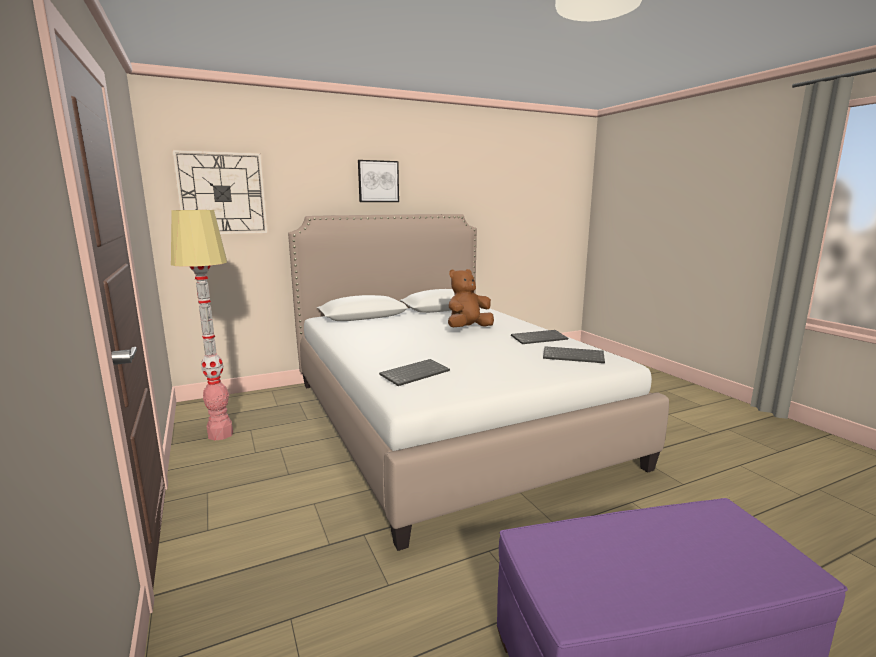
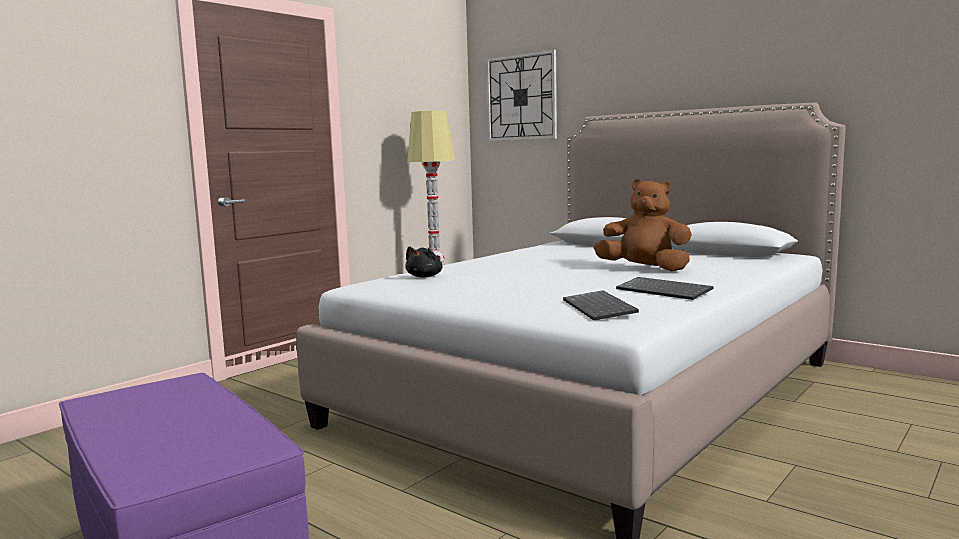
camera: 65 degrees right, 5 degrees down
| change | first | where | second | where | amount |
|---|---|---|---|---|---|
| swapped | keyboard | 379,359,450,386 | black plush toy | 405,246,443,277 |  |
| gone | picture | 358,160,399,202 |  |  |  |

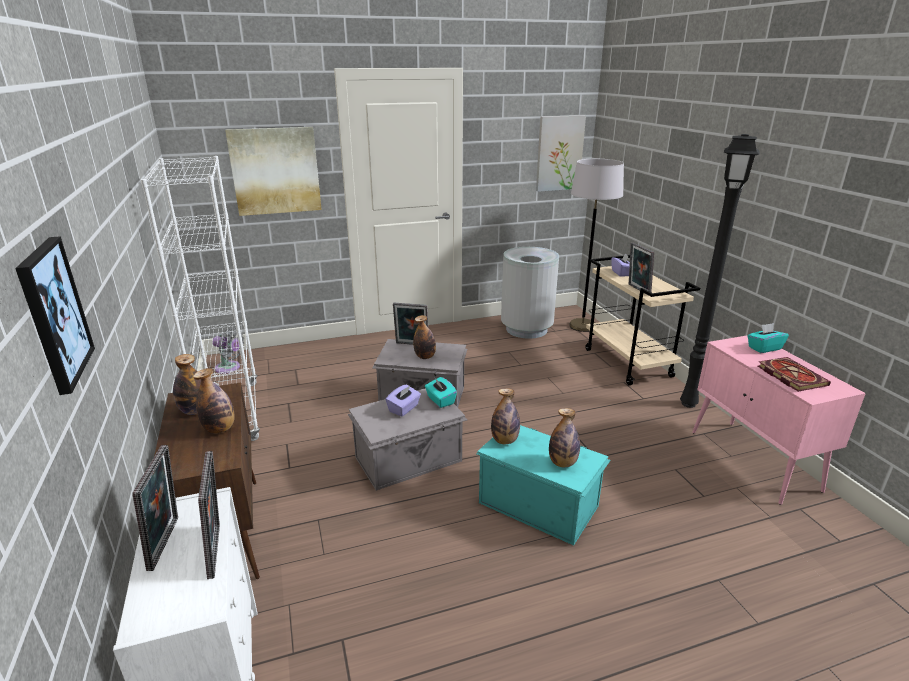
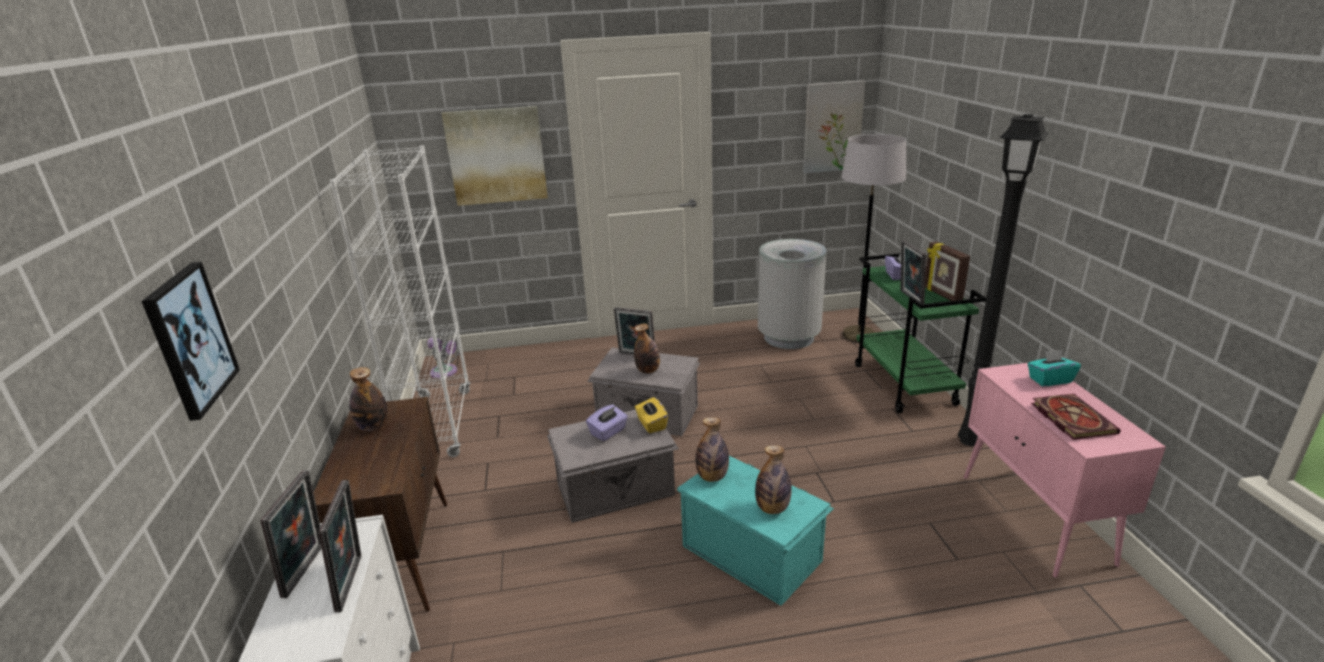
camera: 10 degrees right, 0 degrees up
| change | first | where | second | where | amount |
|---|---|---|---|---|---|
| repainted | turquoise tissue box | 425,377,457,408 | yellow tissue box | 635,397,668,433 |  |
| repainted | beige cart | 585,255,700,385 | green cart | 855,253,986,413 |  |
| new |  |  | picture frame | 925,241,970,301 |  |
| gone | bottle | 193,368,235,434 |  |  |  |

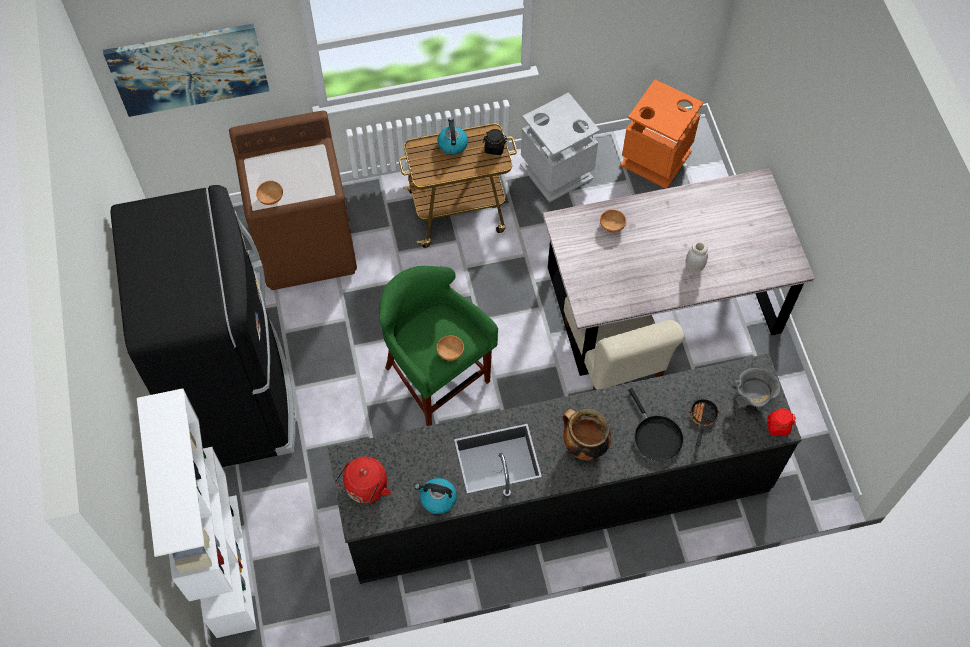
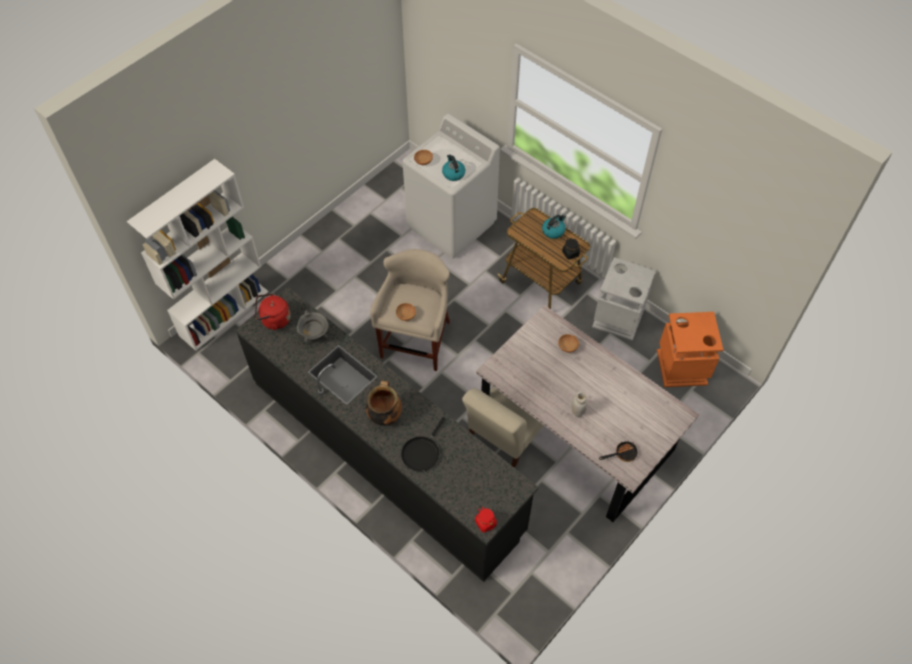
camera: 55 degrees right, 5 degrees down
| change | first | where | second | where | amount |
|---|---|---|---|---|---|
| shifted | grey cooking pot | 731,368,780,411 |  | 297,310,329,342 |  |
| repainted | green stool | 379,266,498,426 | beige stool | 370,249,450,371 |  |
| repainted | brown washing machine | 229,111,357,290 | white washing machine | 402,113,500,259 |  |
| shifted | kettle | 415,478,457,514 |  | 442,154,465,181 |  |
| shifted | frying pan | 690,398,719,446 |  | 599,442,638,462 |  |
| gone | picture | 103,23,270,117 |  |  |  |
| gone | black fridge | 110,185,295,467 |  |  |  |

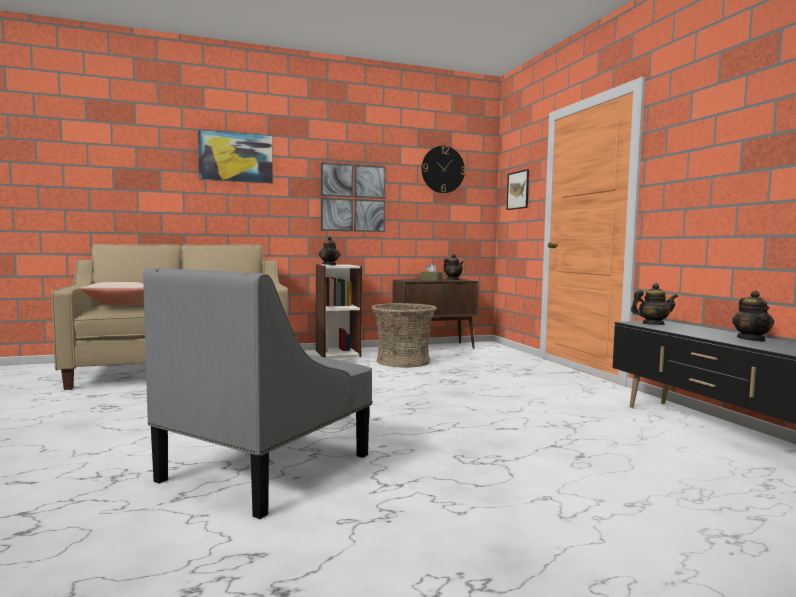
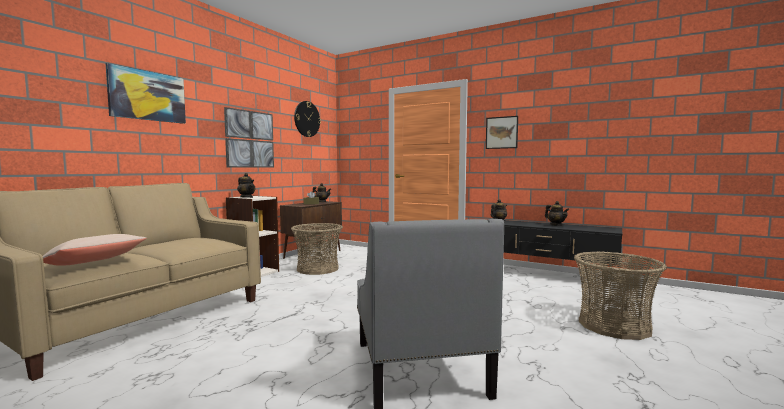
camera: 40 degrees left, 0 degrees up
| change | first | where | second | where | amount |
|---|---|---|---|---|---|
| shifted | picture | 507,169,529,210 |  | 486,116,518,149 |  |
| new |  |  | basket | 574,251,667,340 |  |

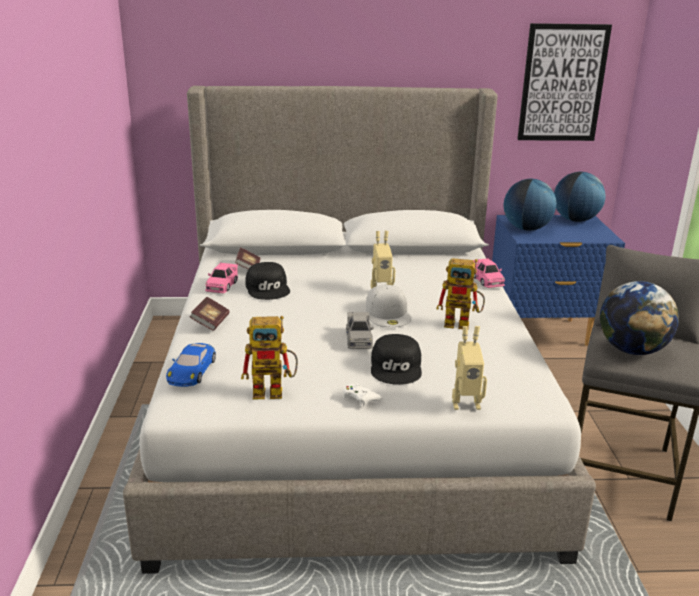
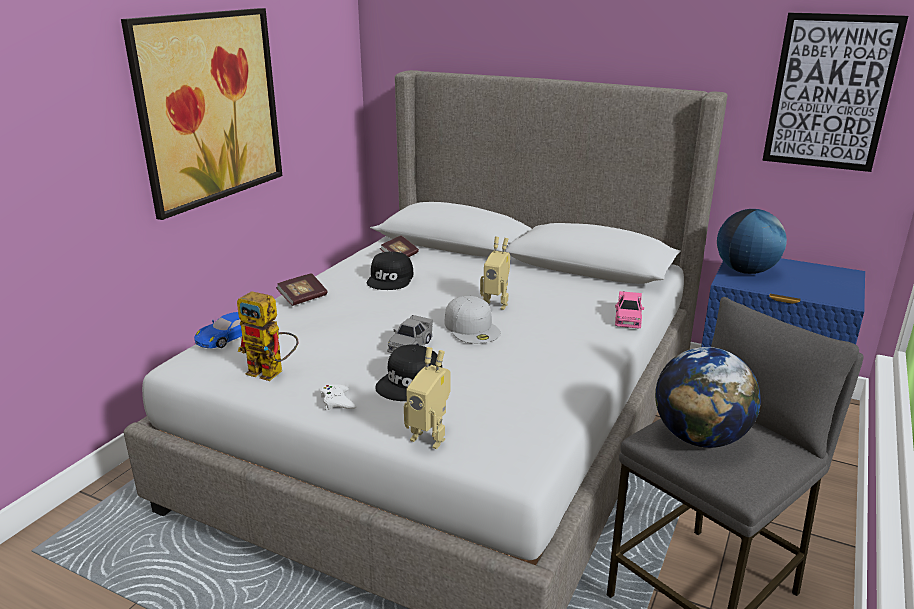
camera: 30 degrees right, 0 degrees up
| change | first | where | second | where | amount |
|---|---|---|---|---|---|
| new |  |  | picture | 121,8,283,220 |  |
| rotated | white cap | 366,285,411,327 |  | 445,296,501,344 | 45 degrees counterclockwise |
| gone | pink toy car | 205,263,238,293 |  |  |  |
| gone | toy robot | 436,258,485,329 |  |  |  |
| gone | globe | 554,172,606,222 |  |  |  |

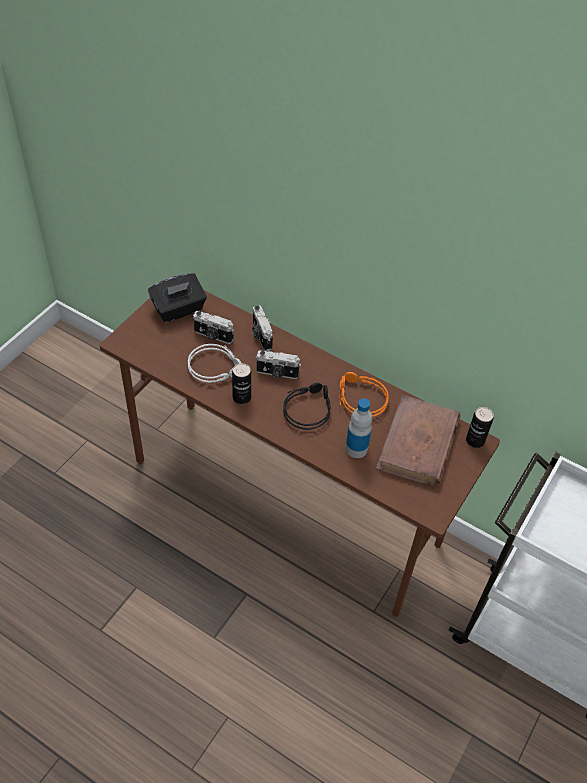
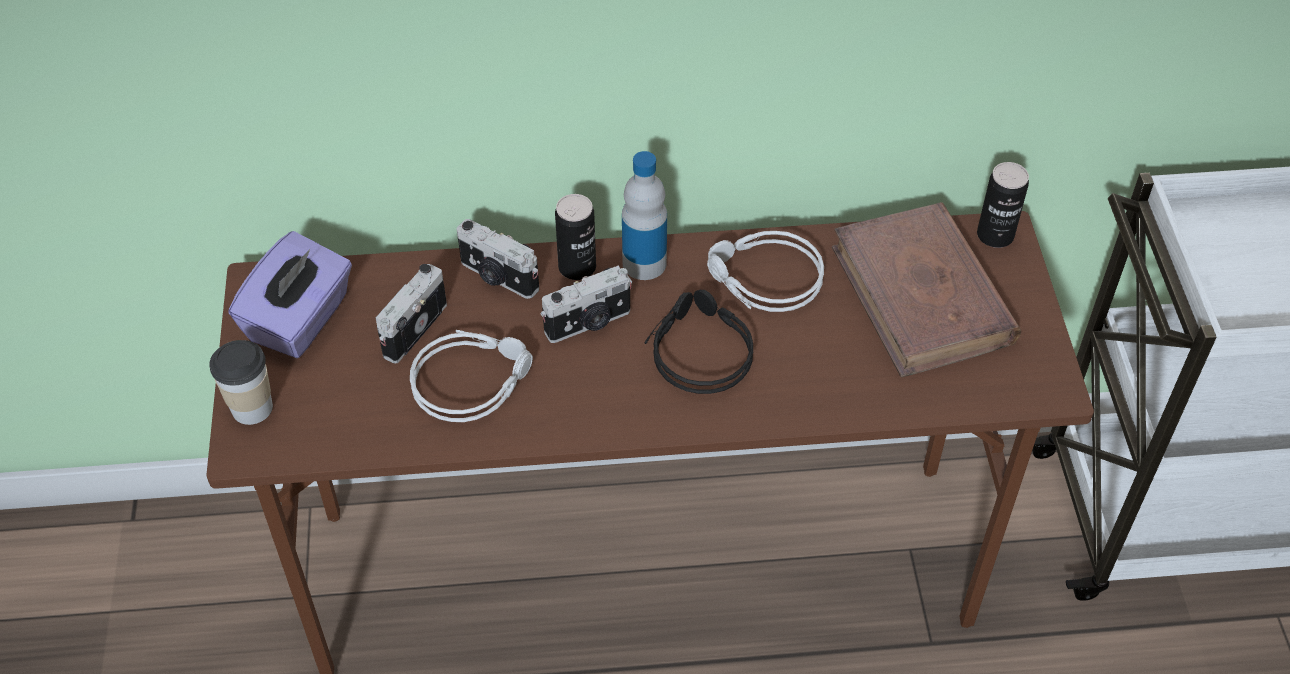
camera: 35 degrees left, 0 degrees up
| change | first | where | second | where | amount |
|---|---|---|---|---|---|
| new |  |  | cup | 209,340,273,425 |  |
| repainted | black tissue box | 148,273,207,322 | purple tissue box | 228,231,352,358 |  |
| rotated | photo camera | 193,311,234,344 |  | 376,264,447,364 | 135 degrees clockwise |
| shifted | can | 232,363,251,404 |  | 555,194,596,280 |  |
| shifted | bottle | 345,398,372,458 |  | 622,151,667,280 |  |
| repainted | orange headphones | 339,372,389,417 | grey headphones | 707,231,824,312 |  |

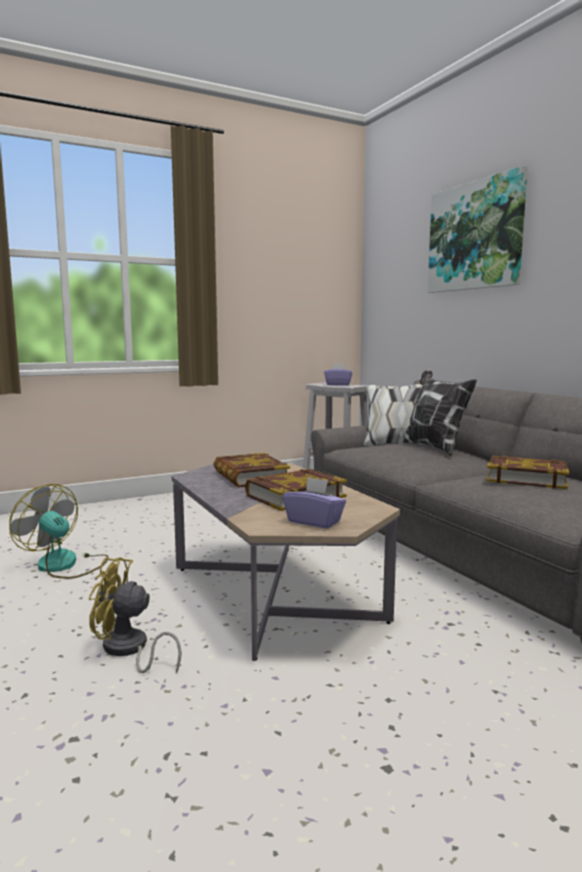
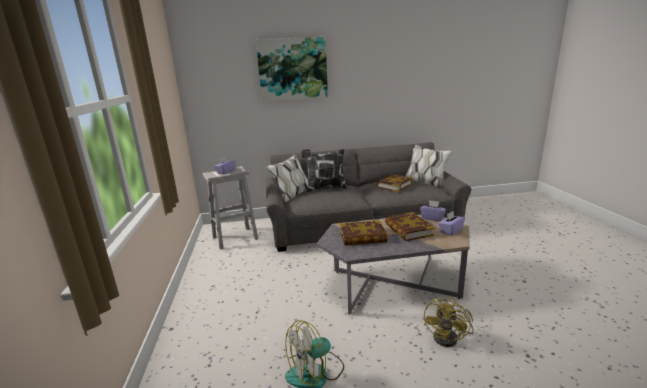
camera: 70 degrees left, 10 degrees up
| change | first | where | second | where | amount |
|---|---|---|---|---|---|
| new |  |  | purple tissue box | 420,200,446,221 |  |

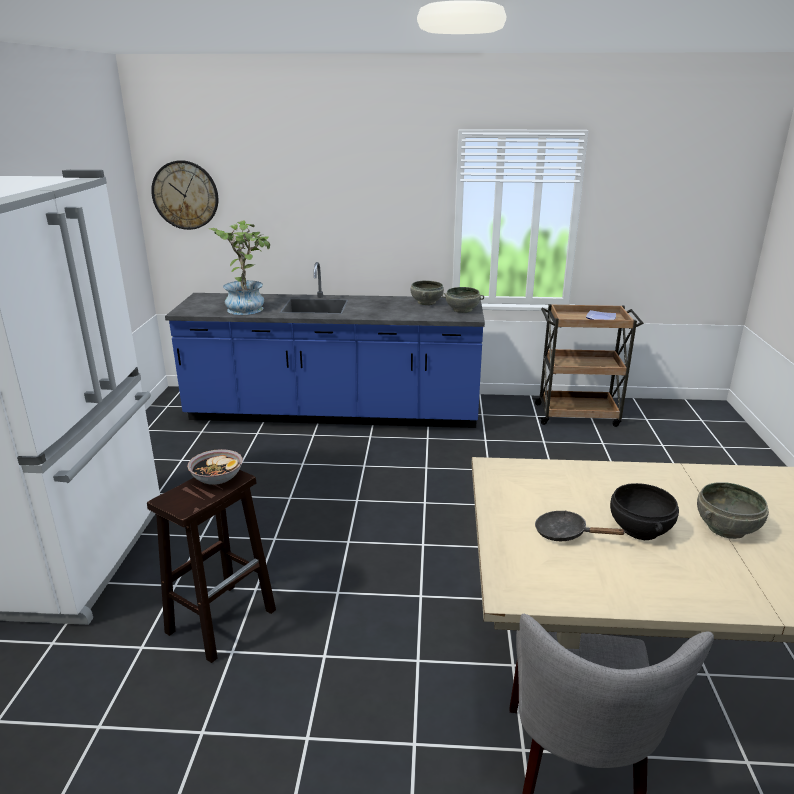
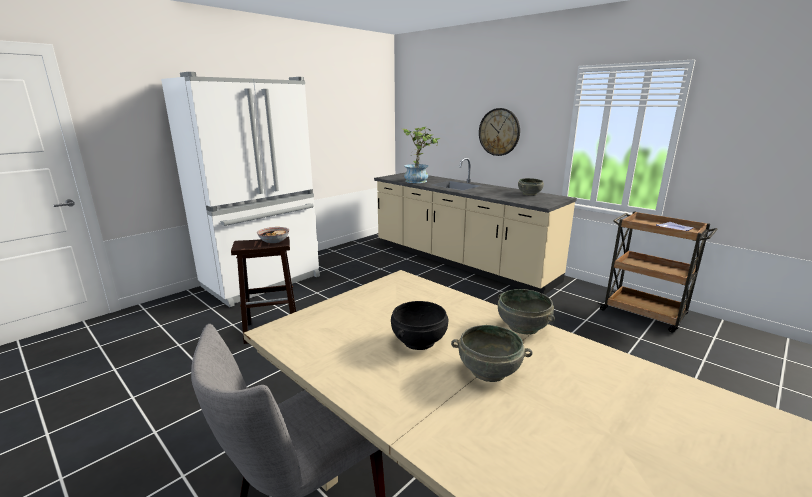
camera: 40 degrees right, 5 degrees down
| change | first | where | second | where | amount |
|---|---|---|---|---|---|
| repainted | blue counter | 165,262,485,428 | beige counter | 374,158,577,295 |  |
| shifted | wall clock | 151,160,218,230 |  | 479,108,520,156 |  |
| shifted | grey bowl | 442,287,484,313 |  | 498,289,555,334 |  |
| gone | black frying pan | 535,510,626,541 |  |  |  |

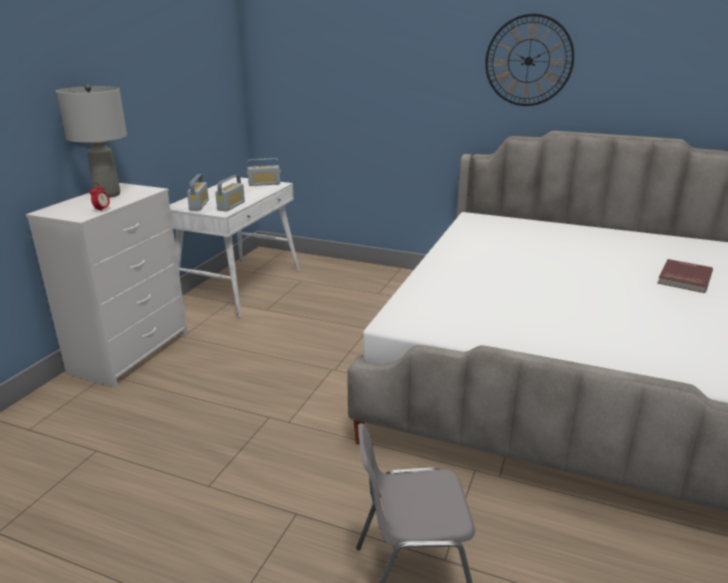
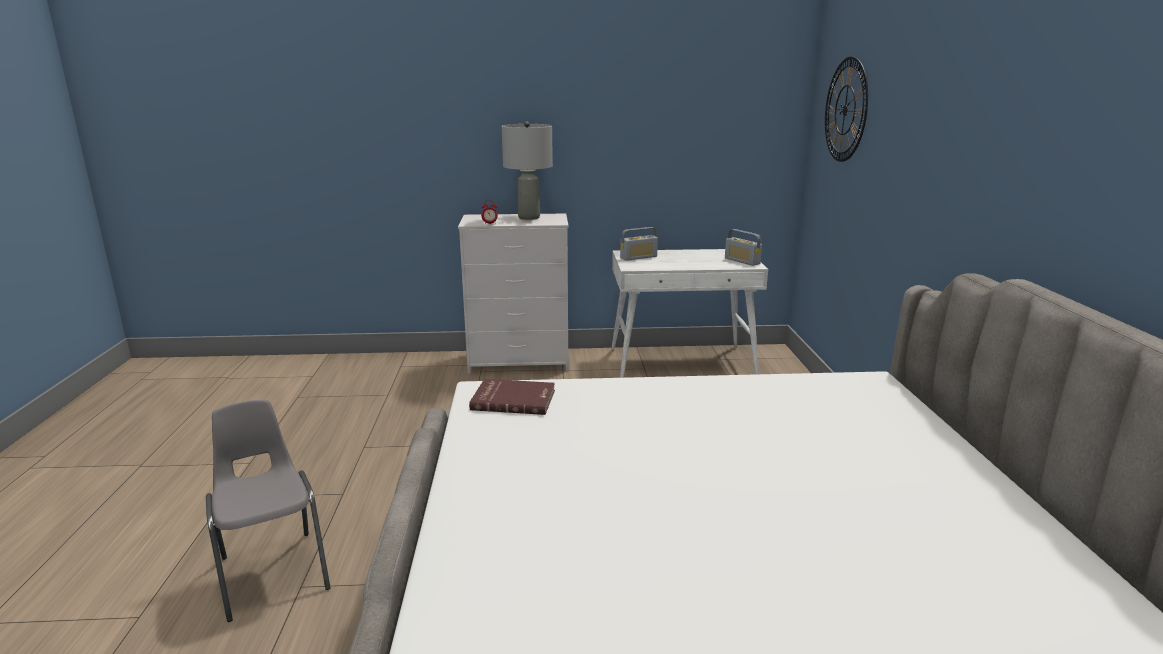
camera: 65 degrees right, 5 degrees down
| change | first | where | second | where | amount |
|---|---|---|---|---|---|
| shifted | red book | 657,259,713,293 |  | 469,379,555,415 |  |
| shifted | wall clock | 485,14,574,106 |  | 825,57,868,162 |  |
| gone | radio | 215,175,245,212 |  |  |  |

